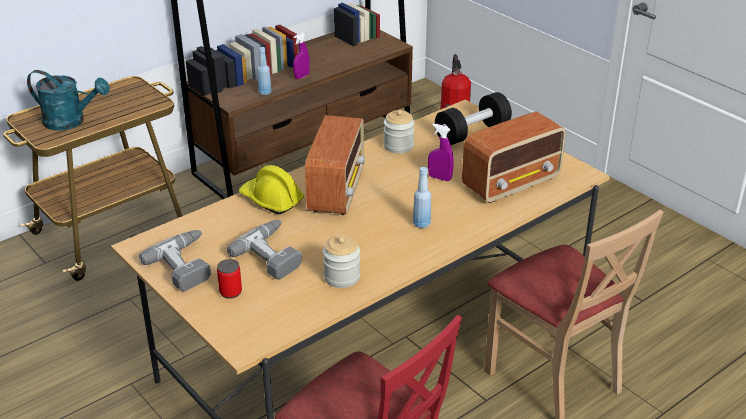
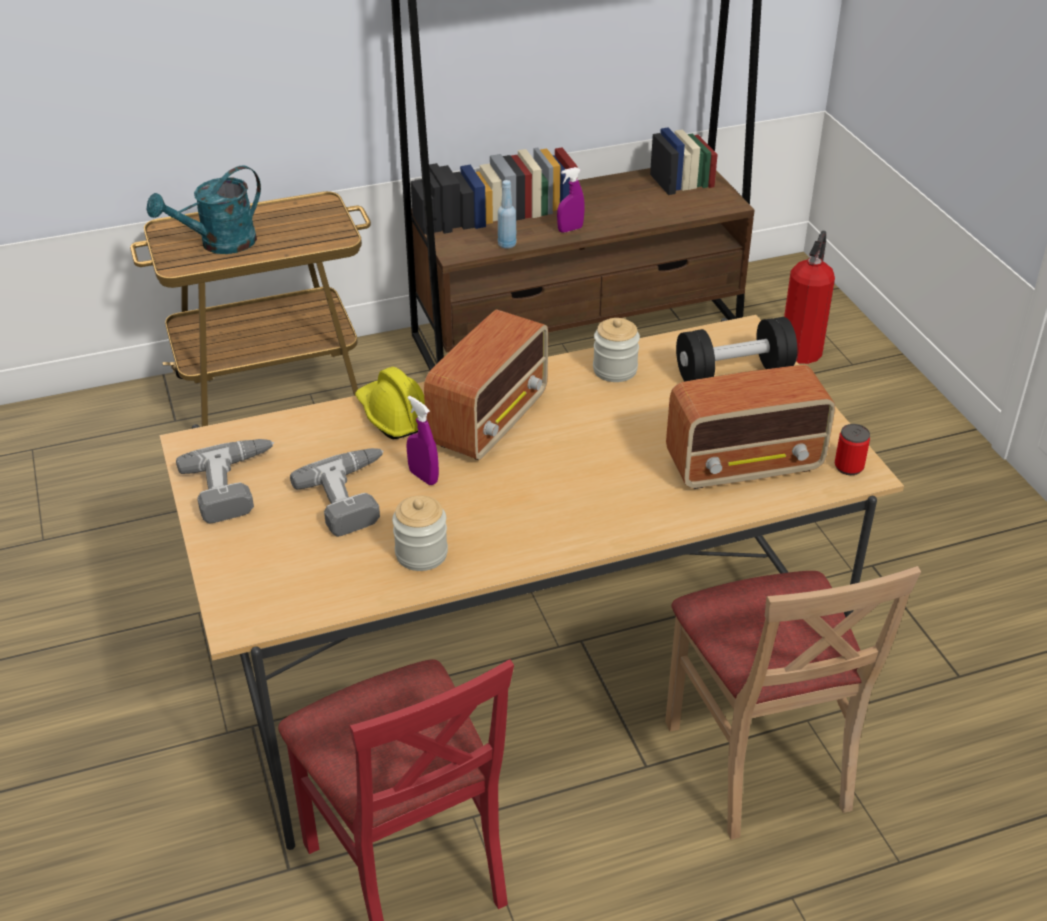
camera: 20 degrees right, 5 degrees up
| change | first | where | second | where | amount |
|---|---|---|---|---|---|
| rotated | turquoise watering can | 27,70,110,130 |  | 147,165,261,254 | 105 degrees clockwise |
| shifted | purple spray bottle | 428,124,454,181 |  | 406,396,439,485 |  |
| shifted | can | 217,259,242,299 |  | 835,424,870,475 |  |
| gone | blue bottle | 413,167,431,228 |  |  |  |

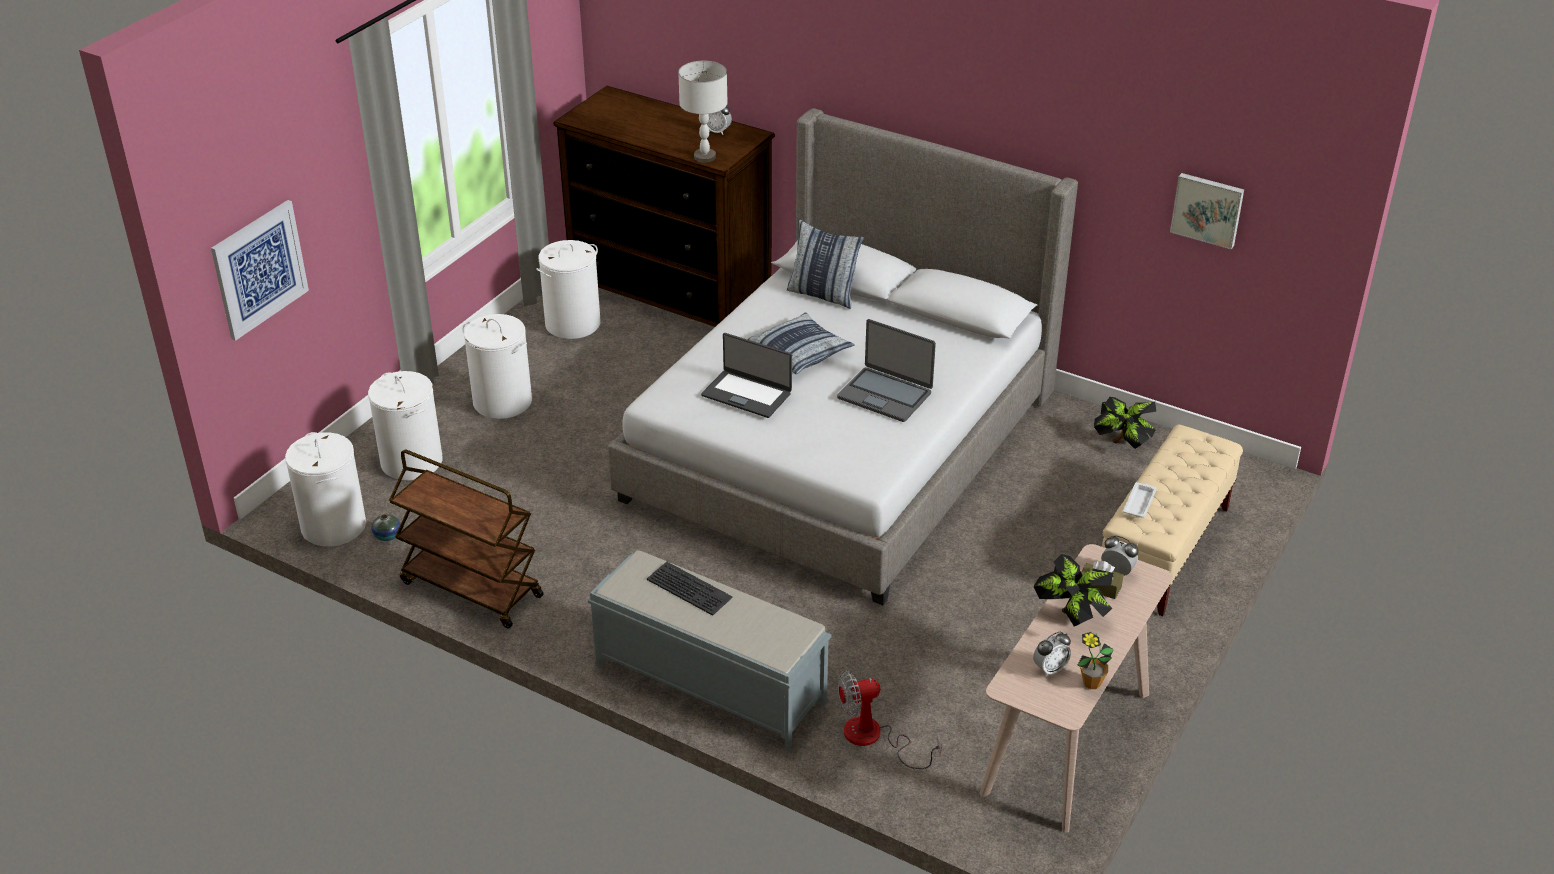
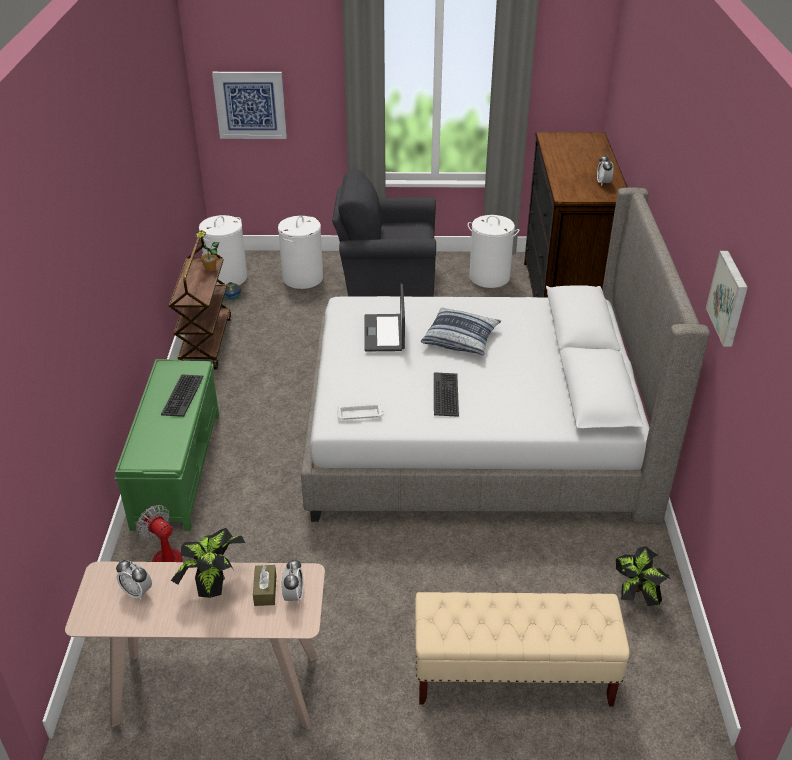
camera: 60 degrees right, 0 degrees up
| change | first | where | second | where | amount |
|---|---|---|---|---|---|
| repainted | grey bench | 588,550,831,751 | green bench | 115,359,219,531 |  |
| shifted | potted plant | 1077,632,1114,689 |  | 195,230,219,271 |  |
| swapped | white laundry basket | 462,314,532,419 | grey armchair | 332,169,436,297 |  |
| shifted | white tray | 1123,482,1157,518 |  | 337,404,384,420 |  |
| swapped | laptop | 837,319,936,422 | keyboard | 434,372,459,417 |  |
| shifted | picture | 1170,173,1244,249 |  | 706,251,748,347 |  |
| gone | grey table lamp | 678,61,728,163 |  |  |  |
| gone | pillow | 787,219,864,309 |  |  |  |

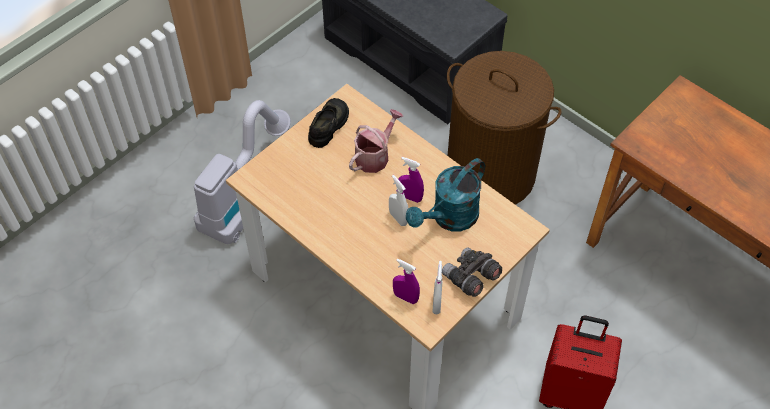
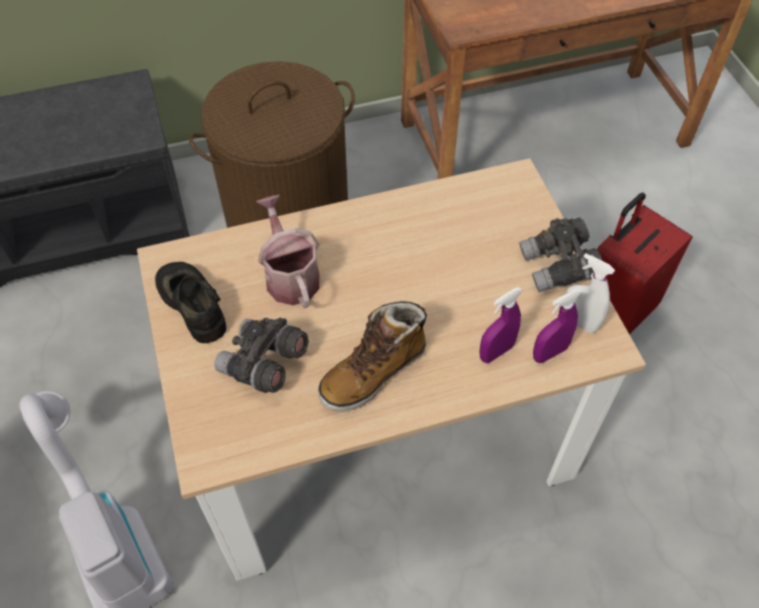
camera: 60 degrees left, 0 degrees up
| change | first | where | second | where | amount |
|---|---|---|---|---|---|
| new |  |  | grey binoculars | 214,317,309,393 |  |
| new |  |  | boot | 318,301,427,412 |  |
| shifted | purple spray bottle | 398,157,424,203 |  | 479,287,523,363 |  |
| gone | white spray bottle | 389,175,408,226 |  |  |  |
| gone | turquoise watering can | 406,158,485,231 |  |  |  |

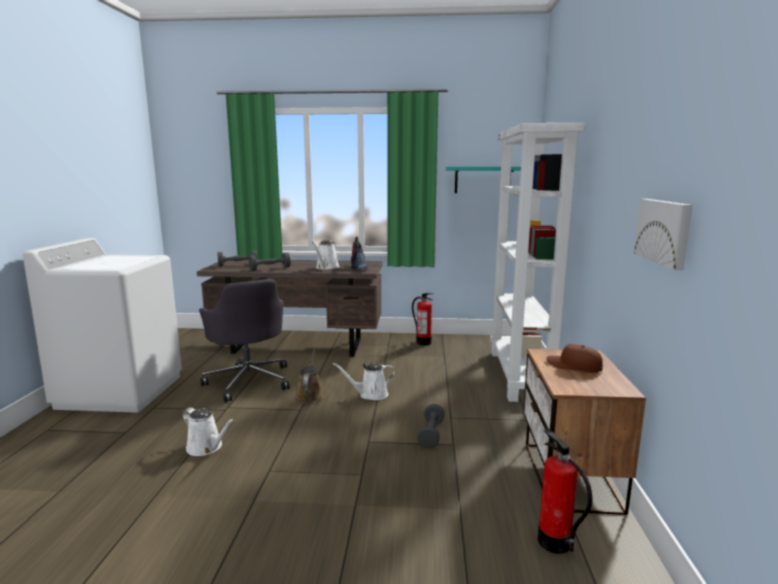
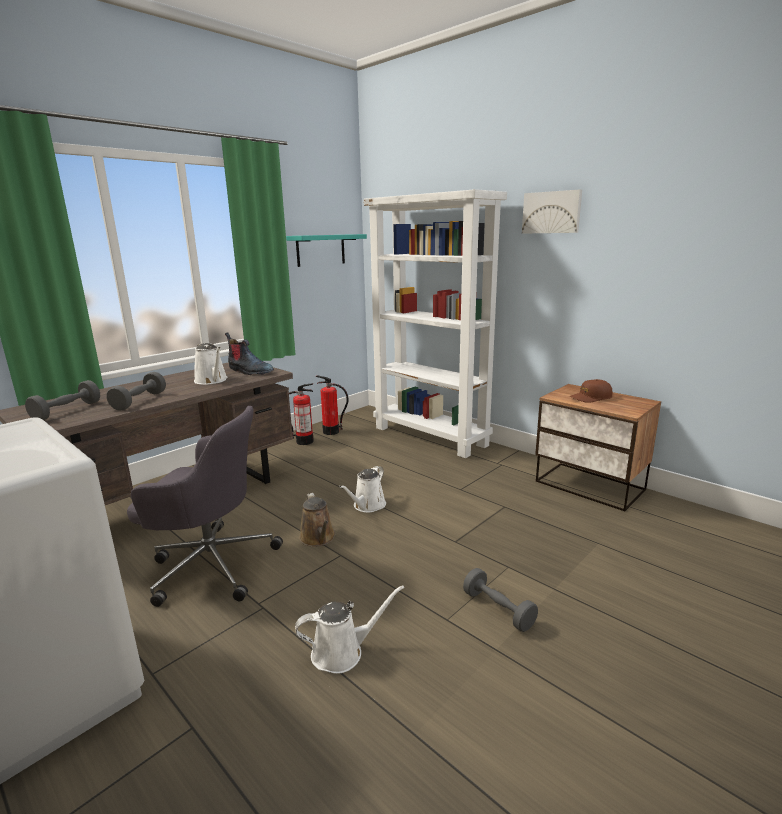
camera: 50 degrees left, 5 degrees up
| change | first | where | second | where | amount |
|---|---|---|---|---|---|
| rotated | brown watering can | 295,349,324,404 |  | 299,493,336,547 | 150 degrees counterclockwise |
| shifted | fire extinguisher | 538,429,593,554 |  | 316,376,349,435 |  |
| shifted | grey dumbbell | 417,404,445,448 |  | 463,568,538,632 |  |
| shifted | picture | 634,199,693,270 |  | 522,189,582,234 |  |

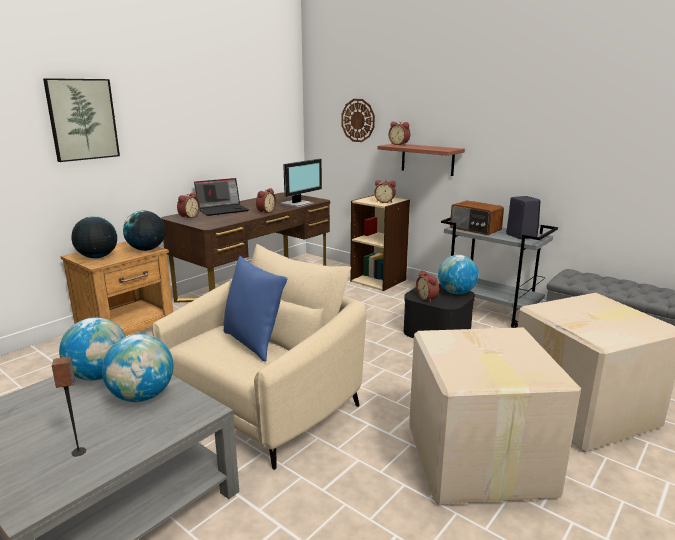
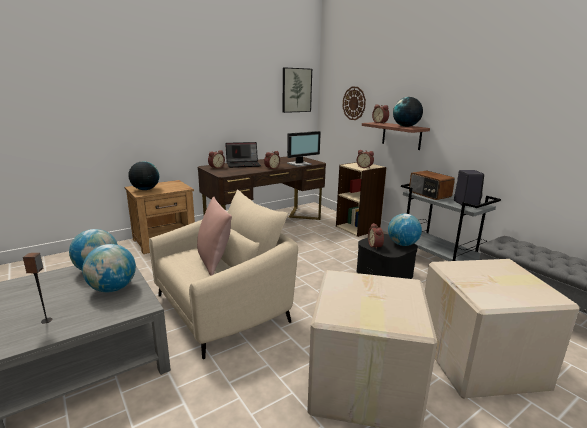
camera: 15 degrees right, 0 degrees up
| change | first | where | second | where | amount |
|---|---|---|---|---|---|
| repainted | blue pillow | 223,256,287,362 | pink pillow | 197,197,232,276 |  |
| shifted | picture | 43,78,120,162 |  | 282,67,312,113 |  |
| shifted | globe | 123,211,165,251 |  | 393,97,423,127 |  |

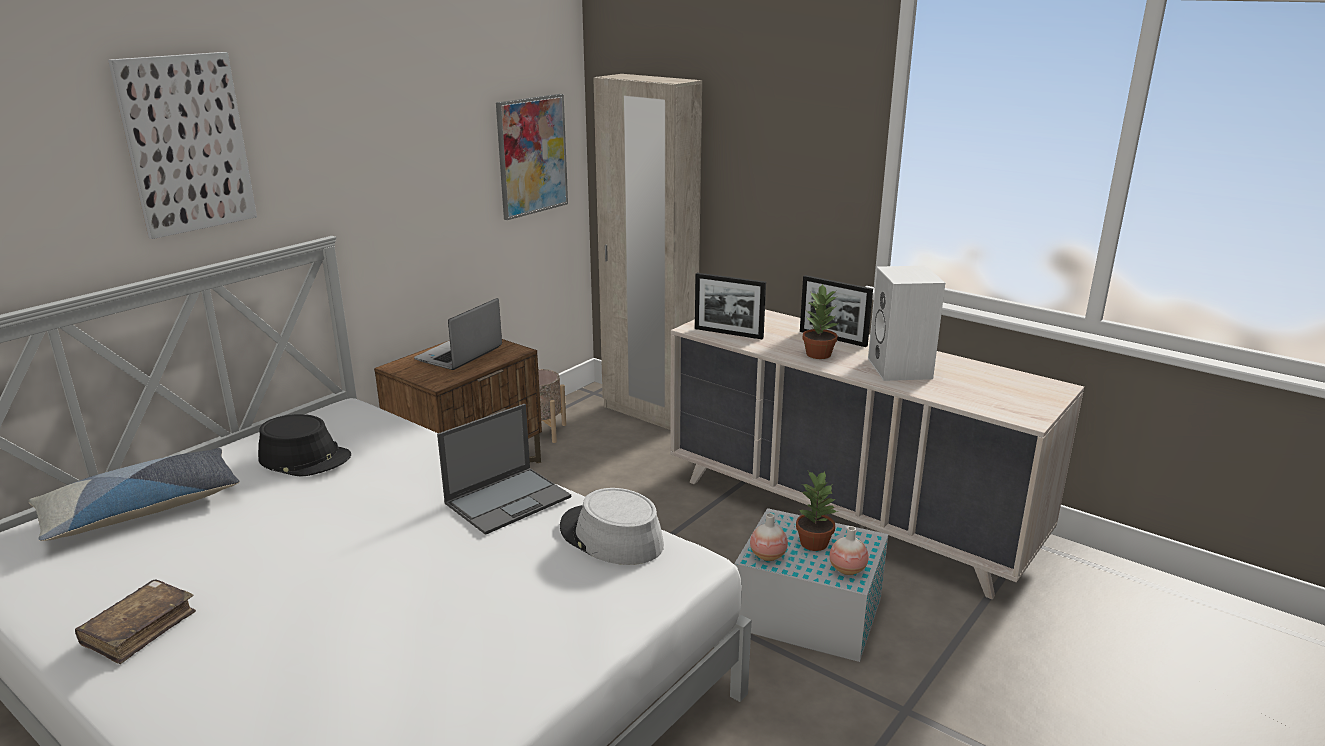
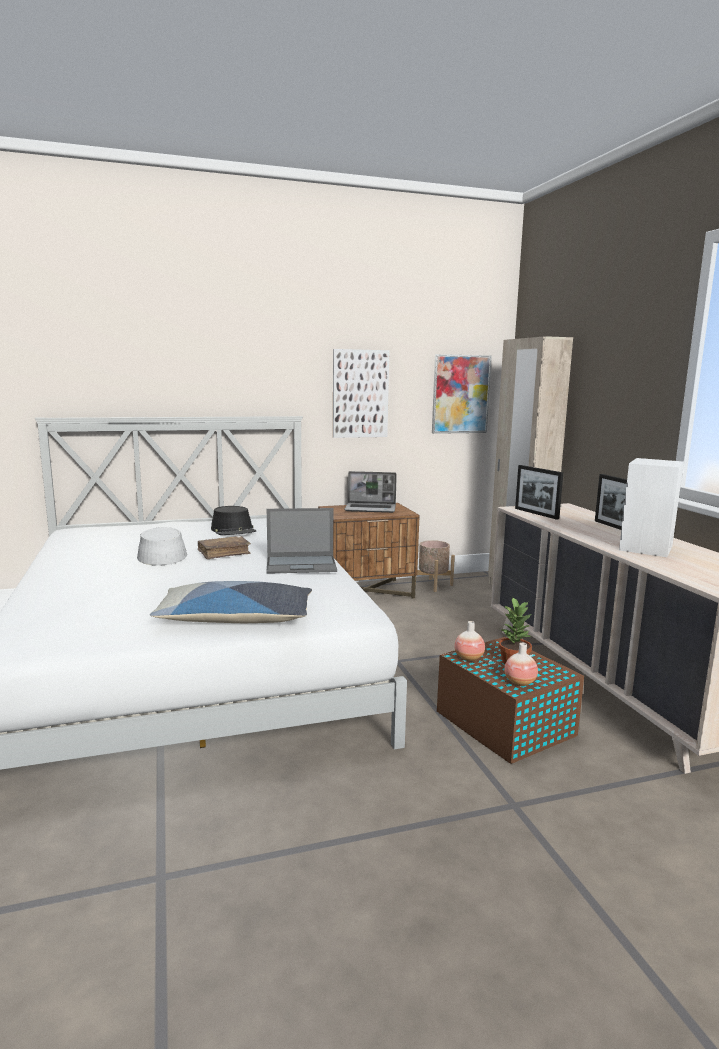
camera: 35 degrees right, 10 degrees down
| change | first | where | second | where | amount |
|---|---|---|---|---|---|
| shifted | grey hat | 560,488,664,565 |  | 137,527,187,566 |  |
| shifted | pillow | 29,448,240,541 |  | 150,581,312,623 |  |
| shifted | brown book | 75,579,196,664 |  | 198,536,251,559 |  |
| shifted | picture | 108,52,257,239 |  | 333,349,390,438 |  |
| rotated | laptop | 414,298,502,370 |  | 344,471,397,513 | 150 degrees counterclockwise |
| repainted | white storage box | 734,508,889,662 | brown storage box | 437,637,584,764 |  |
| gone | potted plant | 802,284,839,359 |  |  |  |

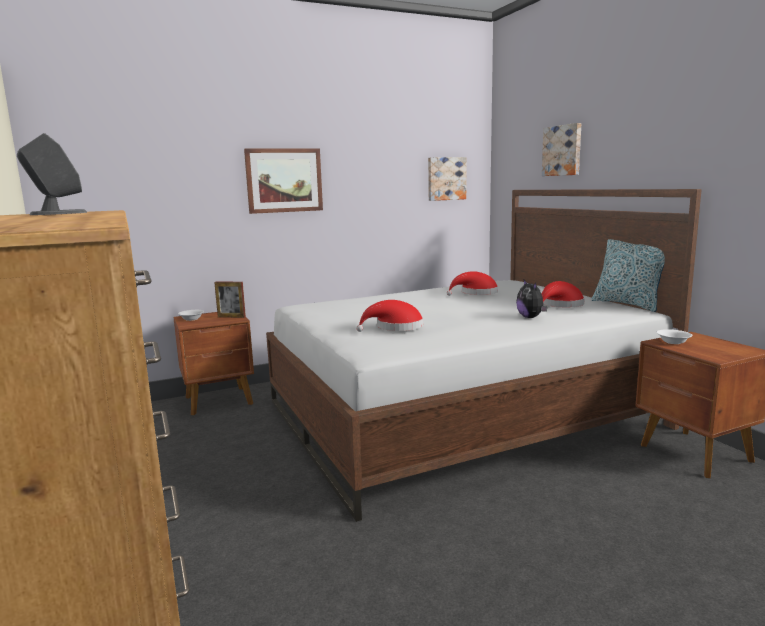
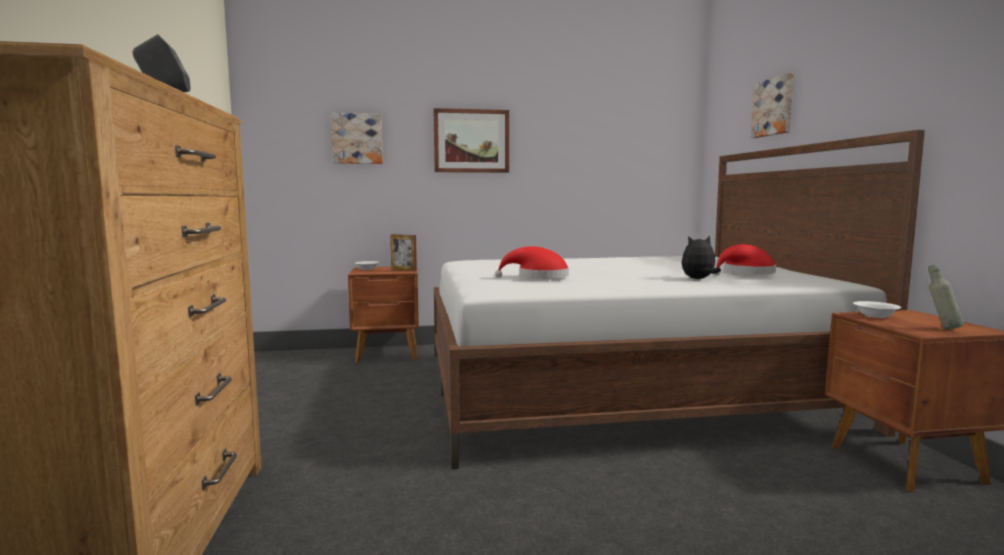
camera: 15 degrees right, 5 degrees down
| change | first | where | second | where | amount |
|---|---|---|---|---|---|
| shifted | picture | 428,157,467,201 |  | 331,113,383,164 |  |
| rotated | plush toy | 516,280,547,318 |  | 682,236,721,279 | 75 degrees clockwise |
| new |  |  | grey bottle | 928,264,964,329 |  |
| gone | red hat | 447,271,498,296 |  |  |  |
| gone | pillow | 591,239,665,312 |  |  |  |

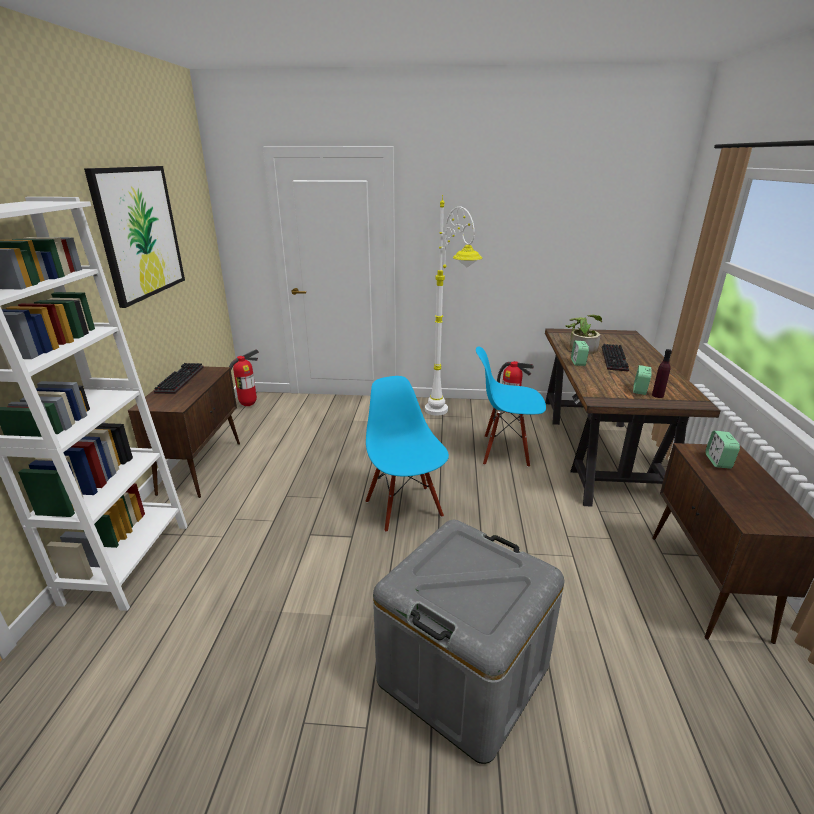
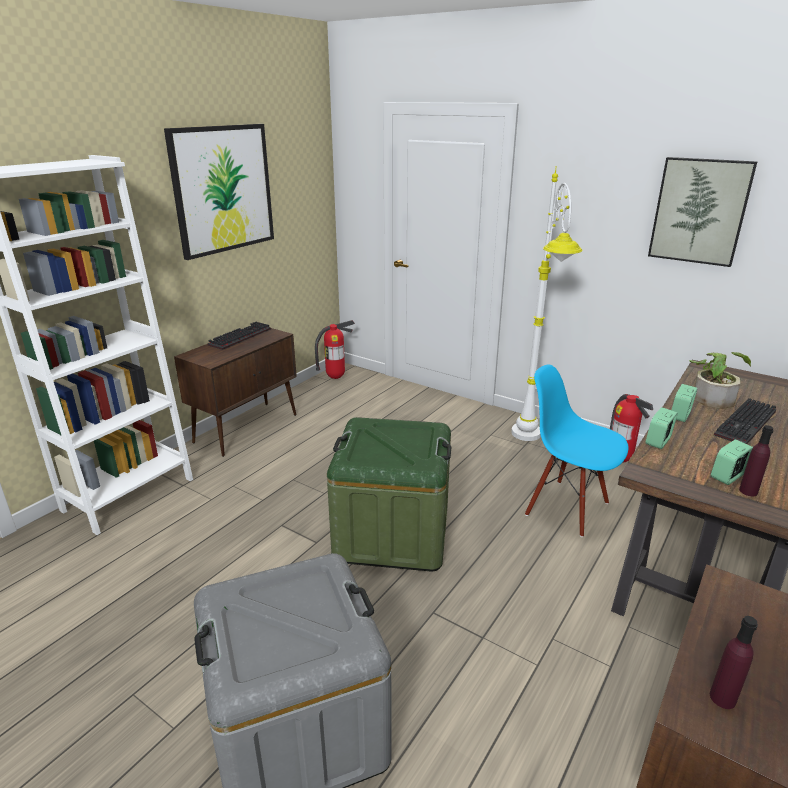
camera: 30 degrees right, 0 degrees up
| change | first | where | second | where | amount |
|---|---|---|---|---|---|
| swapped | blue chair | 366,376,449,532 | green storage box | 327,417,451,572 |  |
| shifted | alarm clock | 706,431,740,469 |  | 645,407,678,449 |  |
| new |  |  | picture | 648,157,757,267 |  |
| new |  |  | purple bottle | 710,616,758,709 |  |

